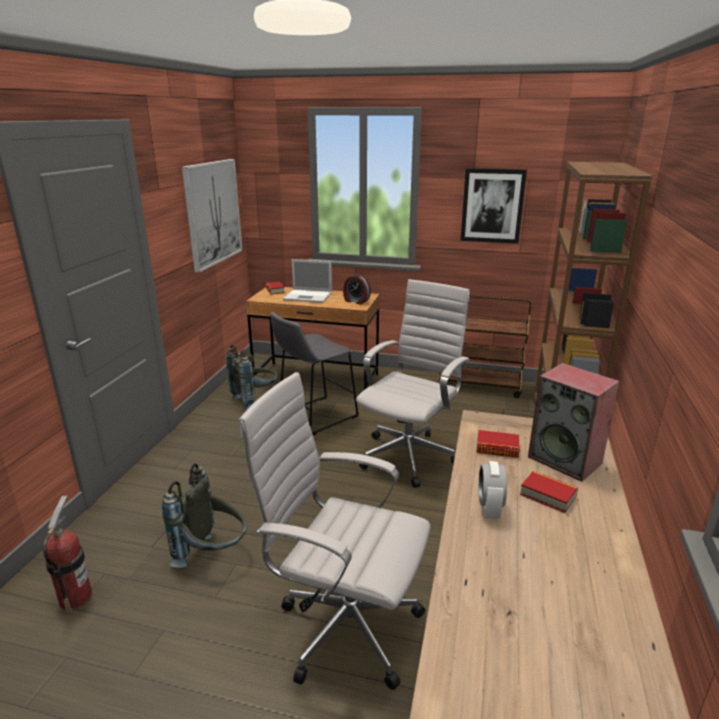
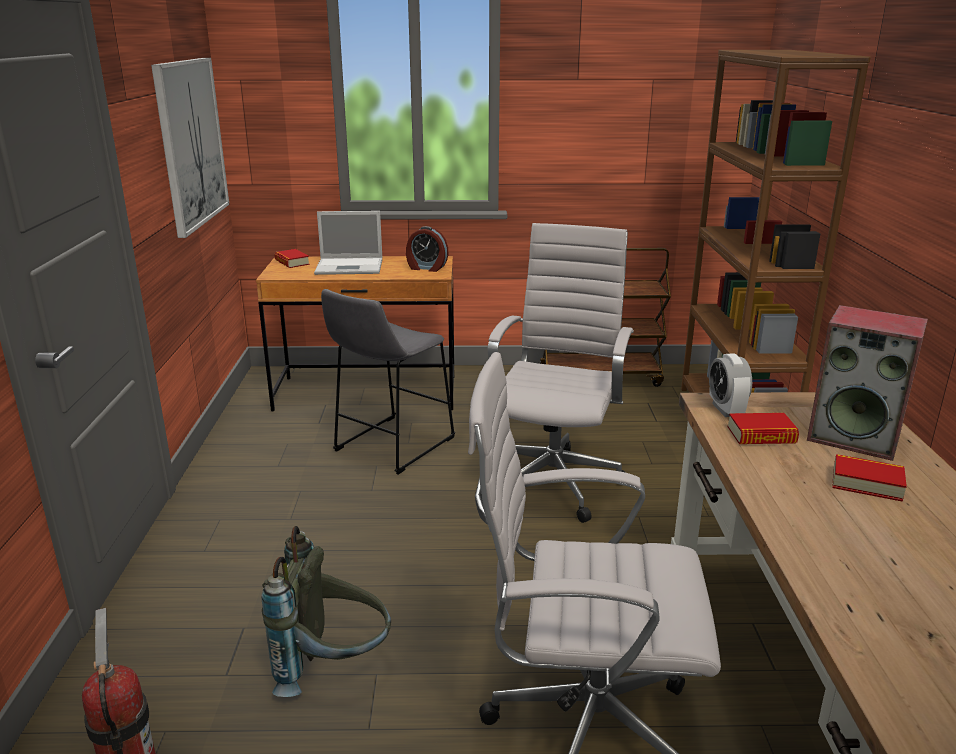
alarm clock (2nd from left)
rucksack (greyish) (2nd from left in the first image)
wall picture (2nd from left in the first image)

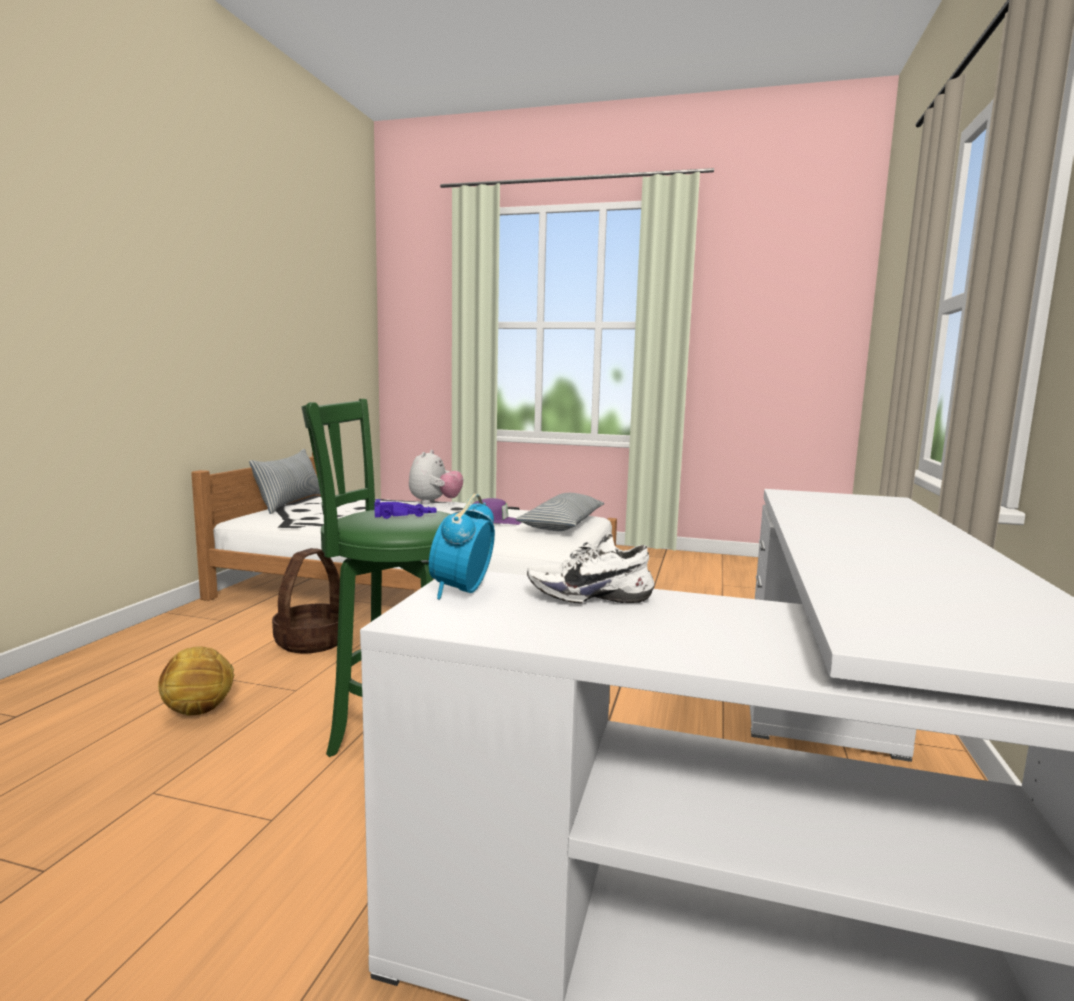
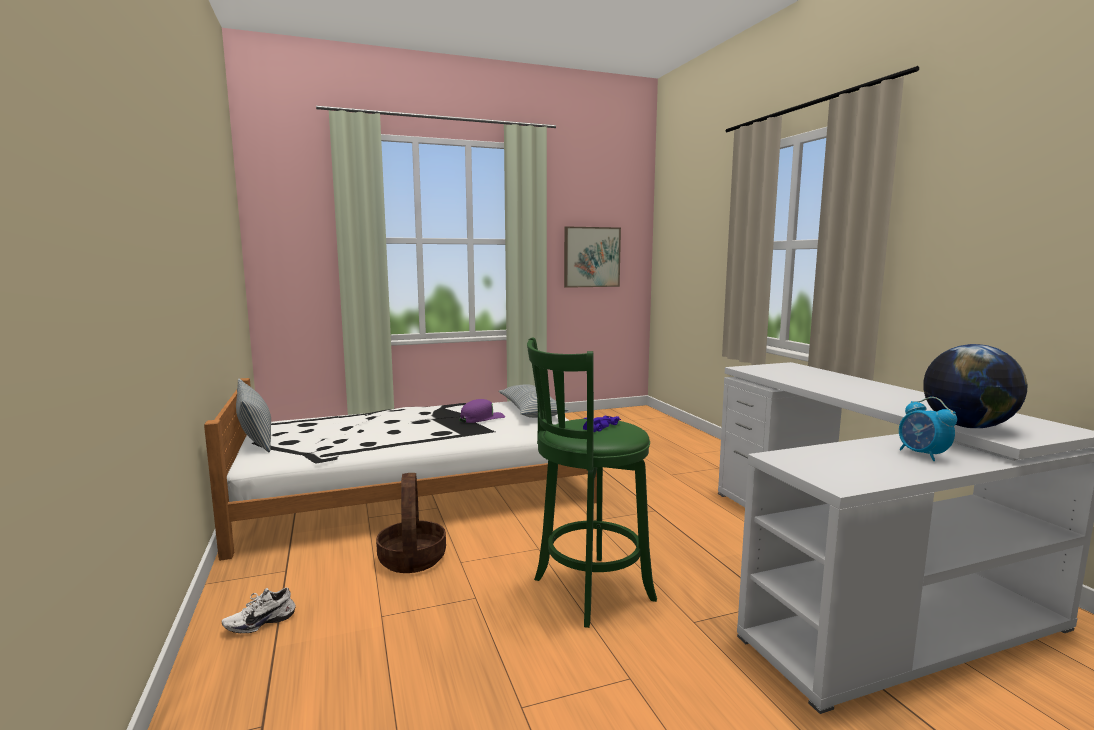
shoe (white-coloured)
wall picture
alarm clock
globe
football ball
plush toy

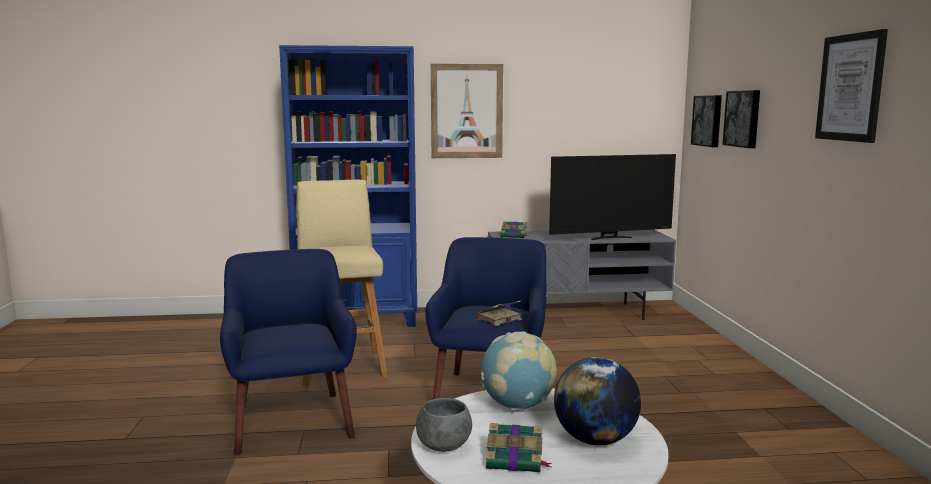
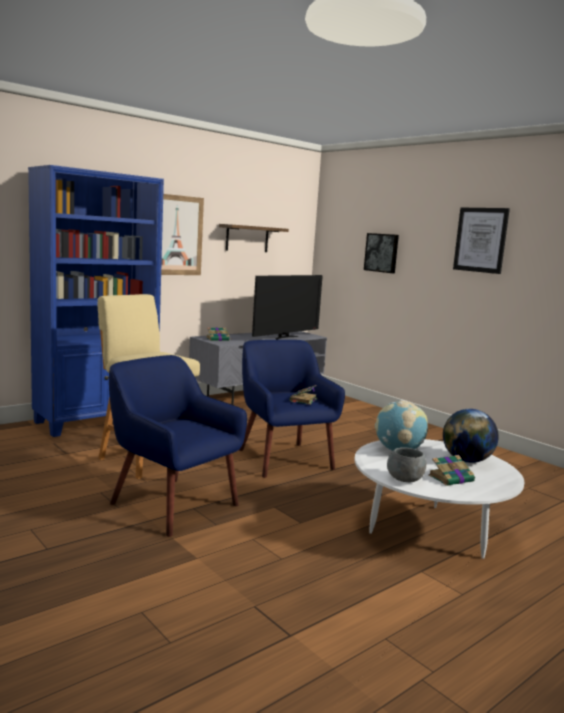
shelf
wall picture (2nd from left in the first image)

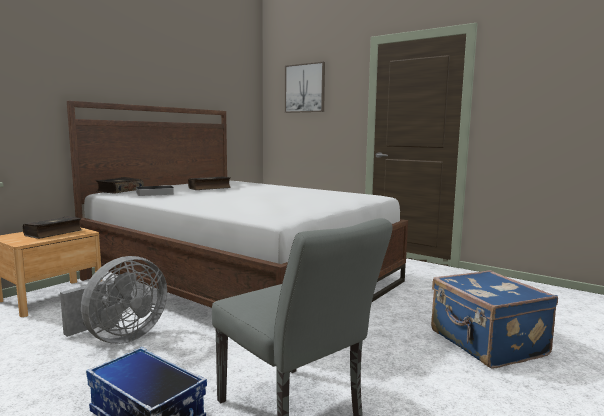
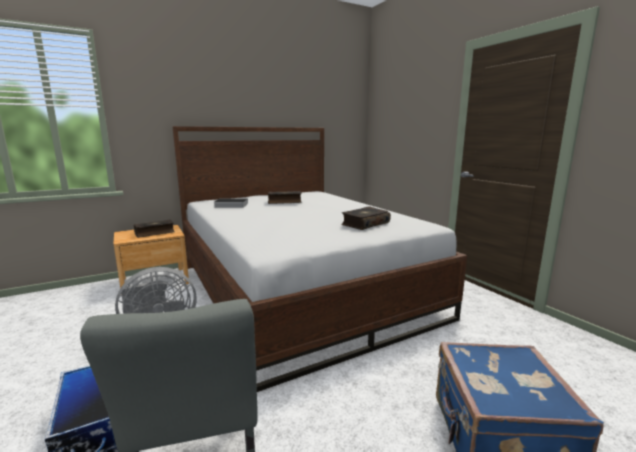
bound book (4th from left)
wall picture

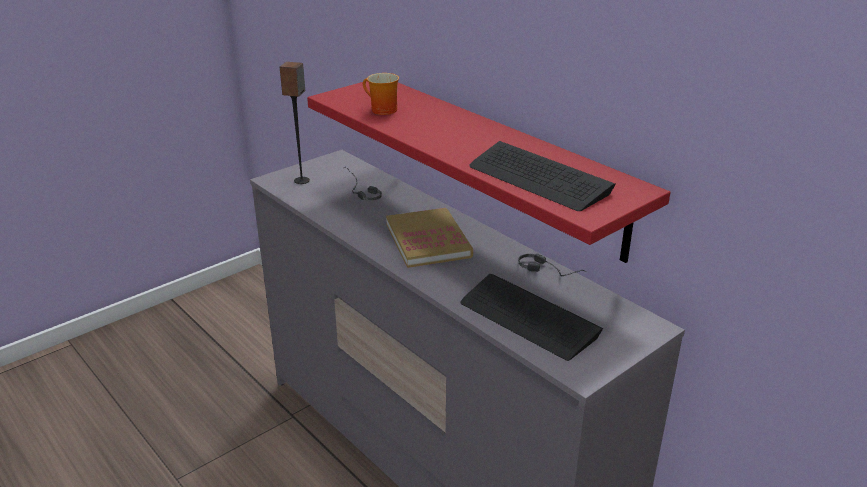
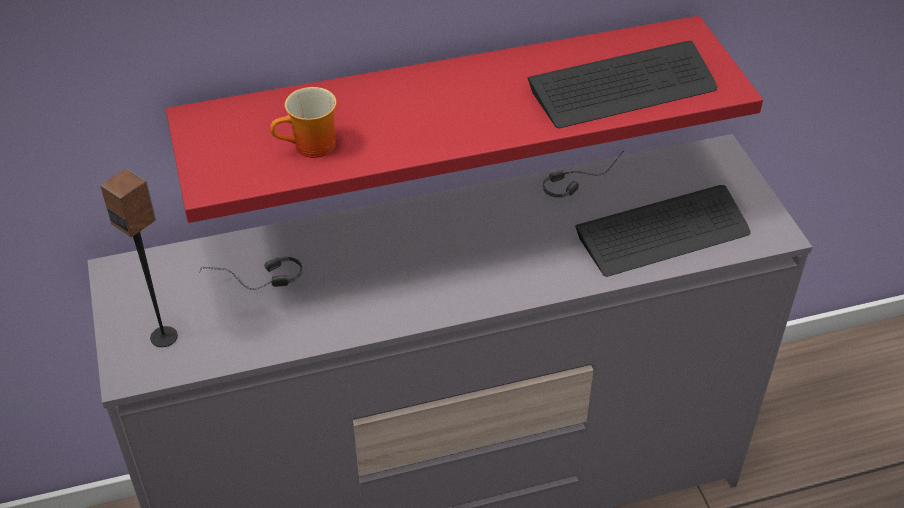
bound book

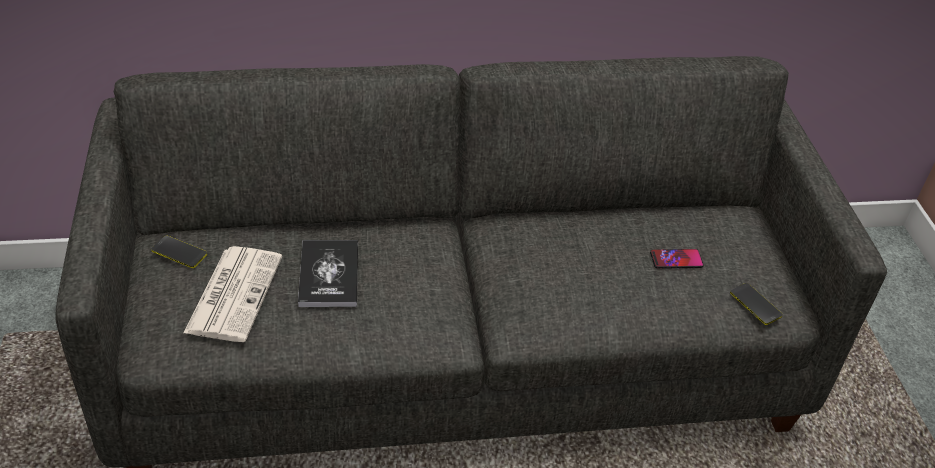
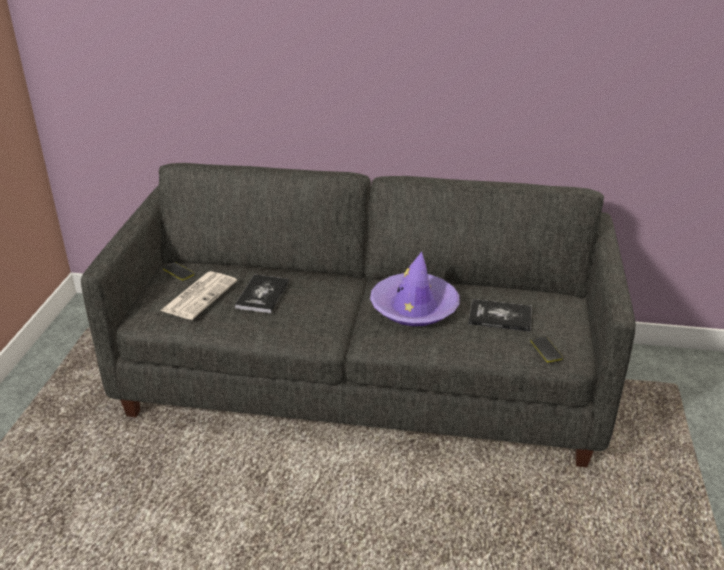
hat (purple-coloured)
bound book (2nd from left)

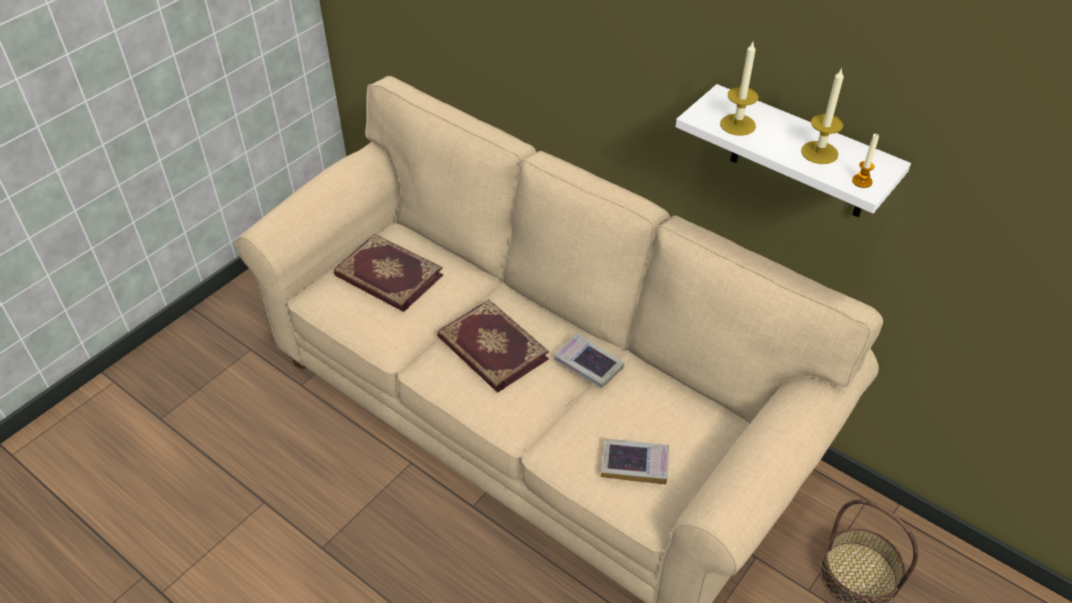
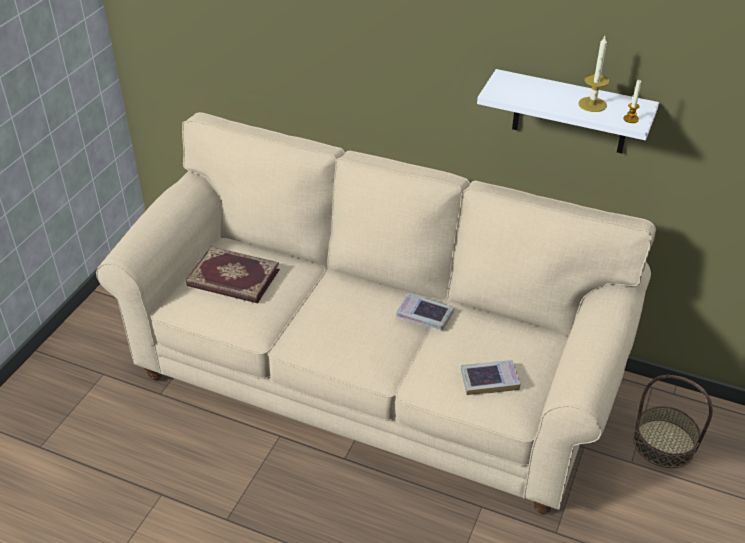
bound book (2nd from left in the first image)
wax candle (1st from left in the first image)

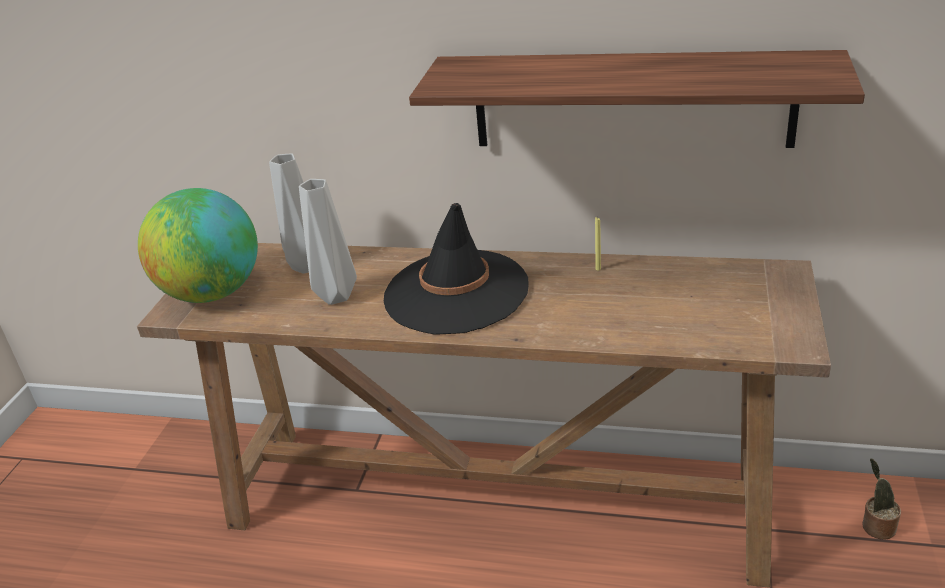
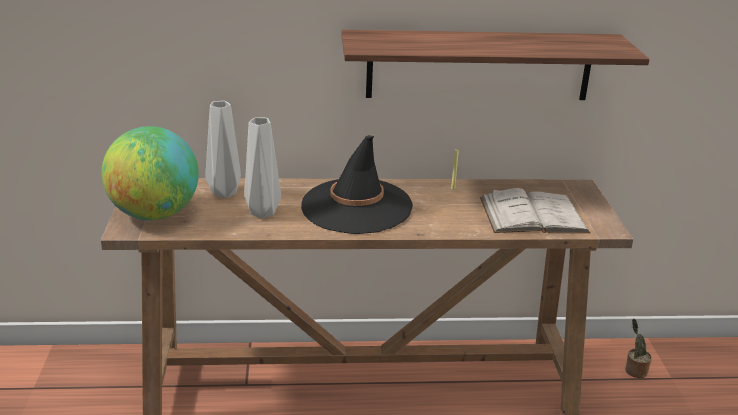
bound book (white-coloured)

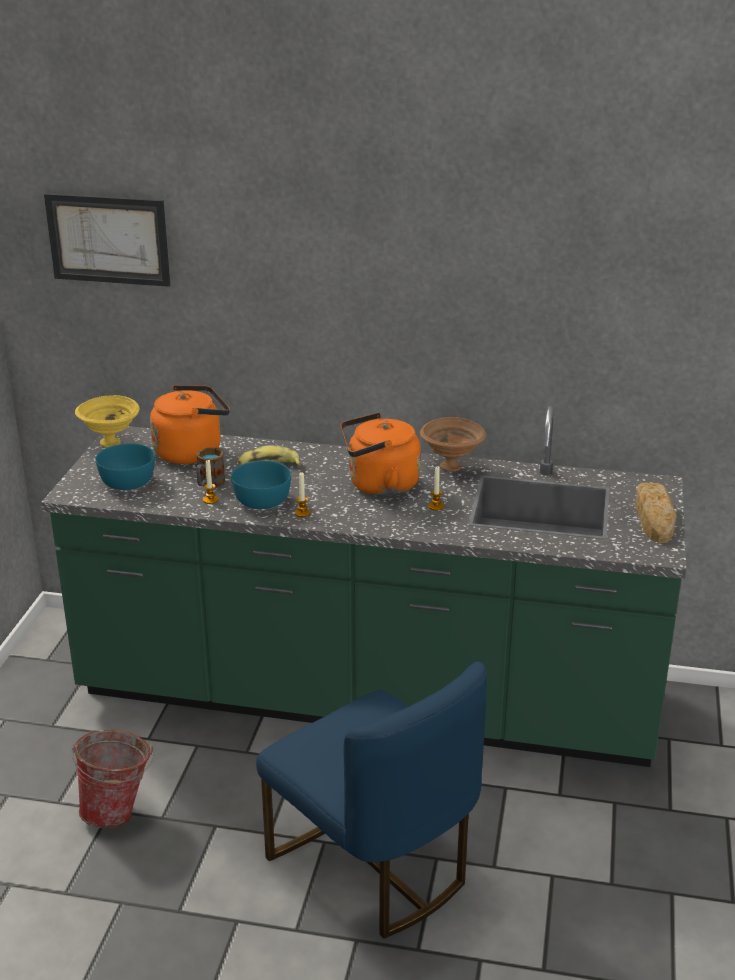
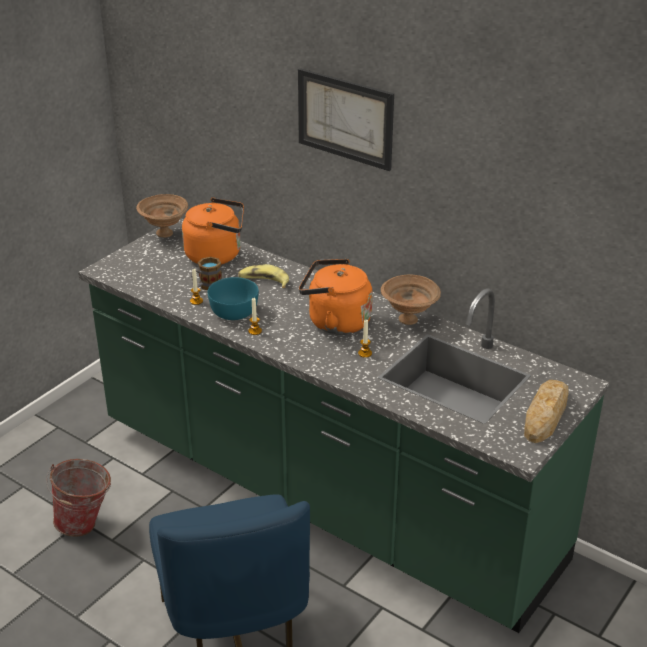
serving bowl (brown) (1st from left)
wall picture
serving bowl (blue-green) (1st from left in the first image)

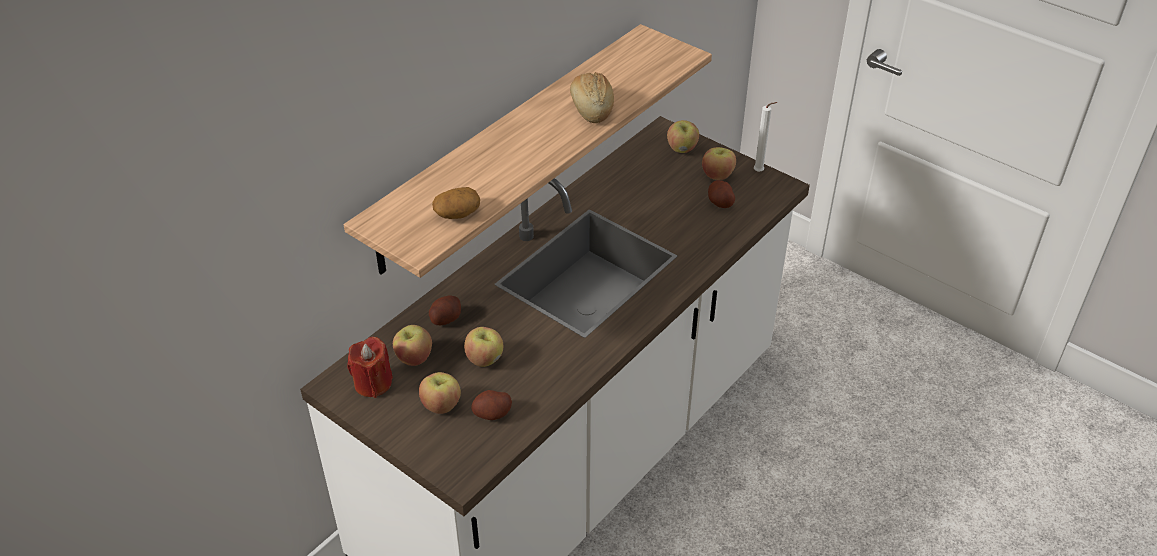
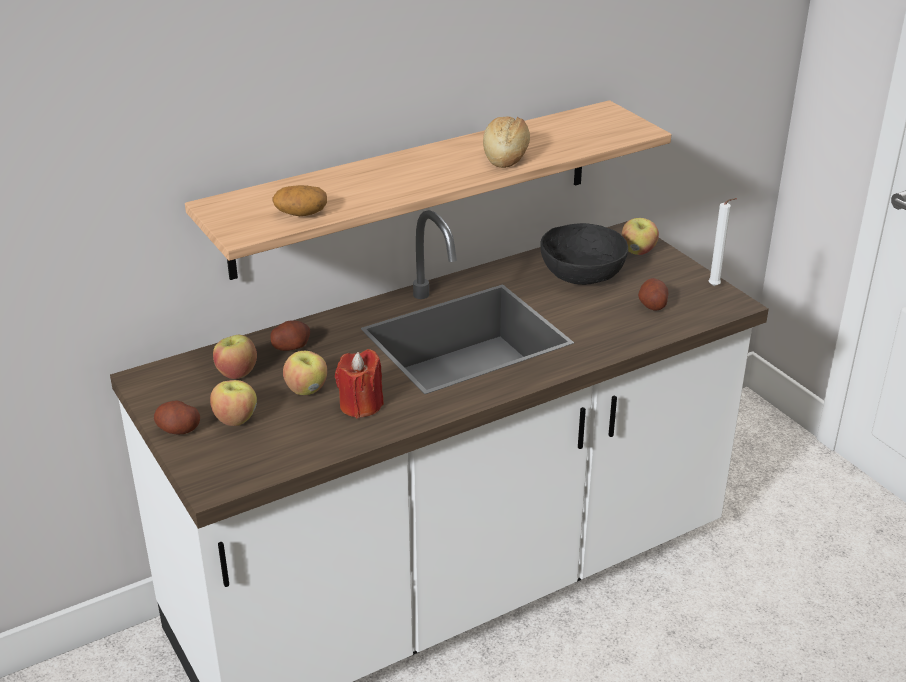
potato (1st from left)
wax candle (red)
serving bowl (blackish)
apple (5th from left in the first image)

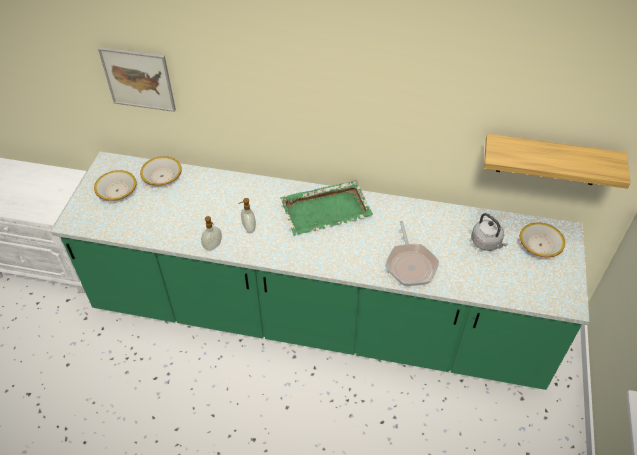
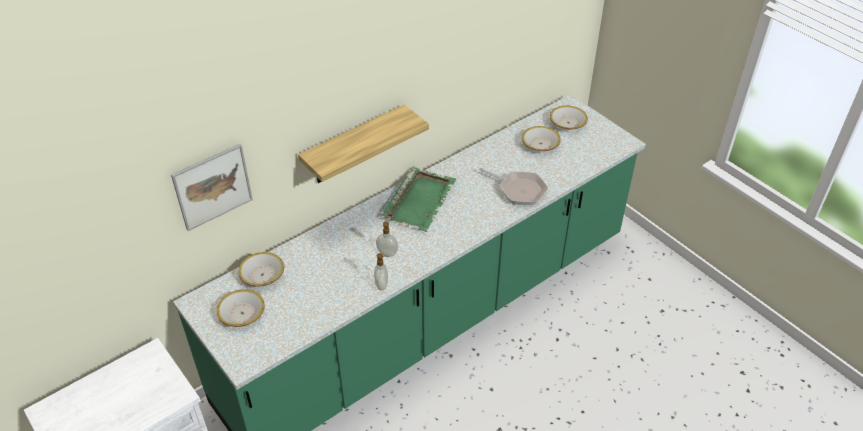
shelf
serving bowl (3rd from left)

